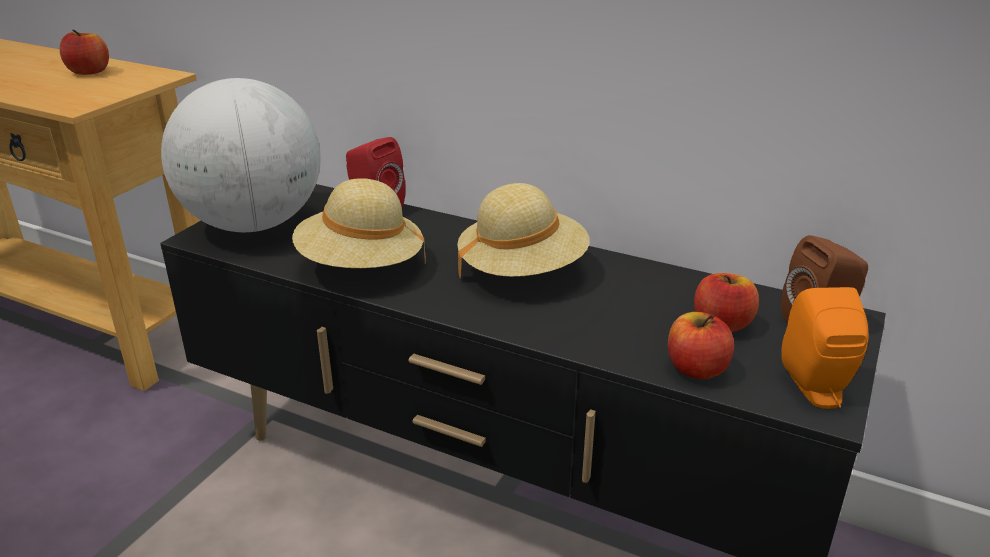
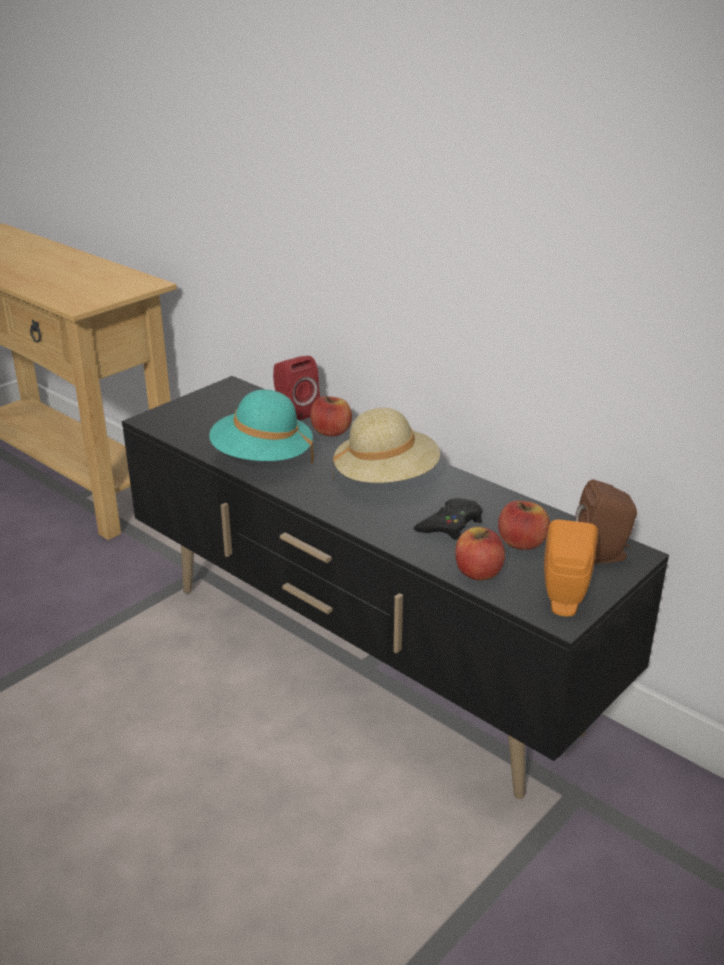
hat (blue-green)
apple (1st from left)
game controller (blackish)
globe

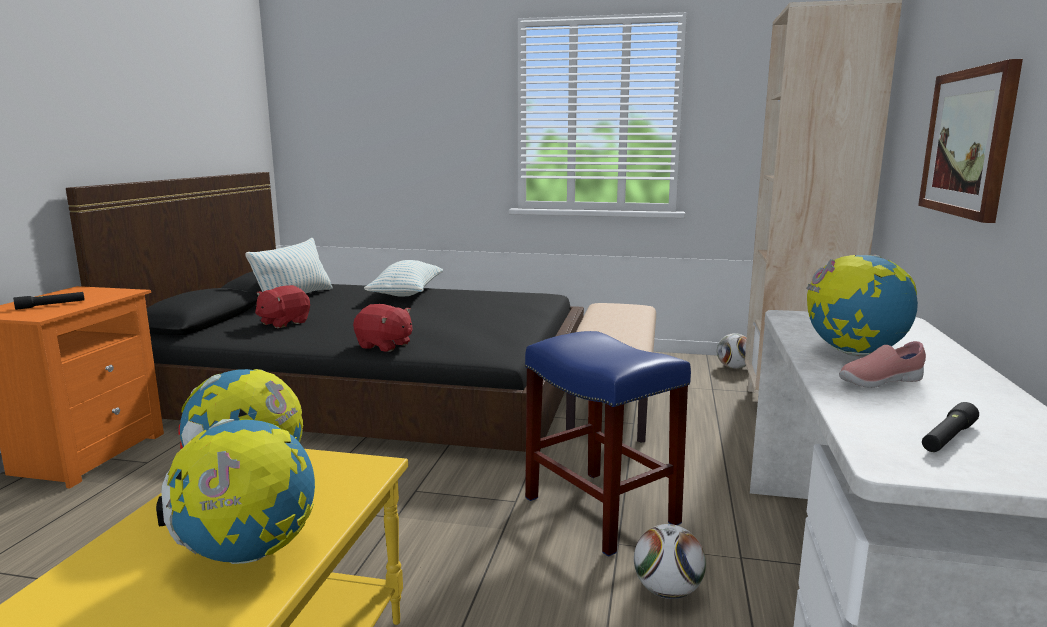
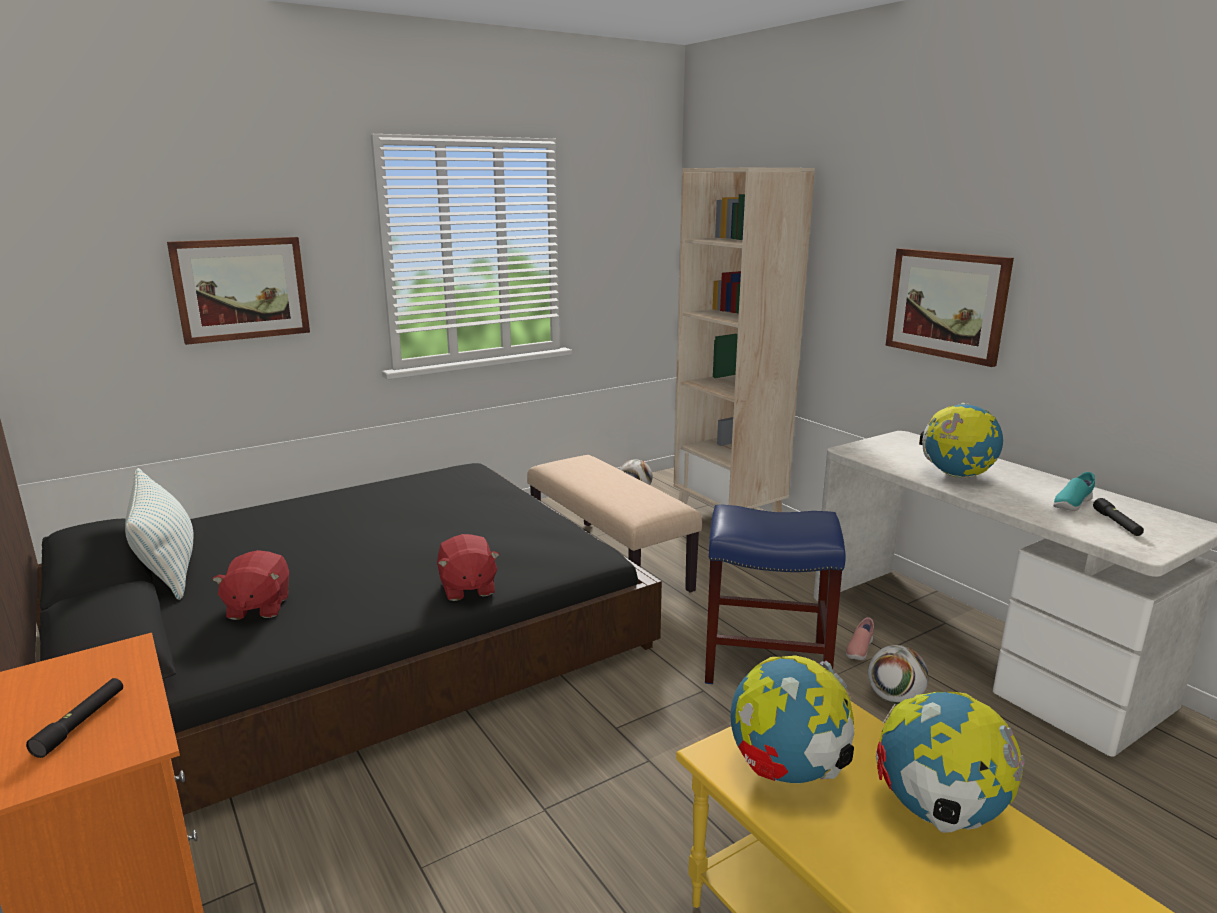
wall picture (1st from left)
plush toy (red) (2nd from left)
shoe (pinkish)
shoe (blue-green)
pillow (2nd from left in the first image)

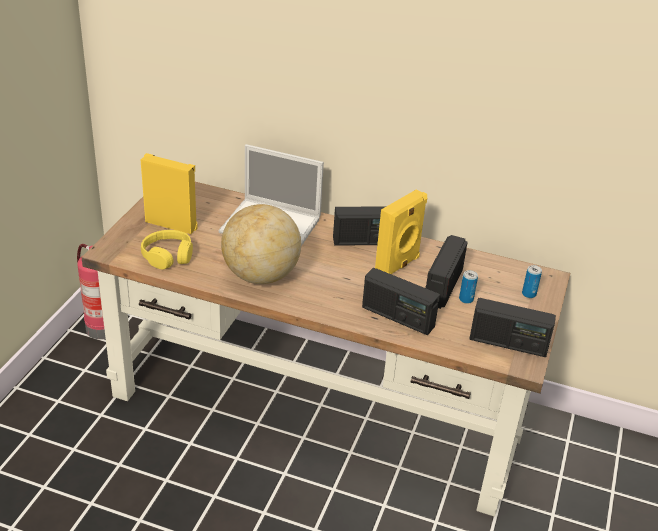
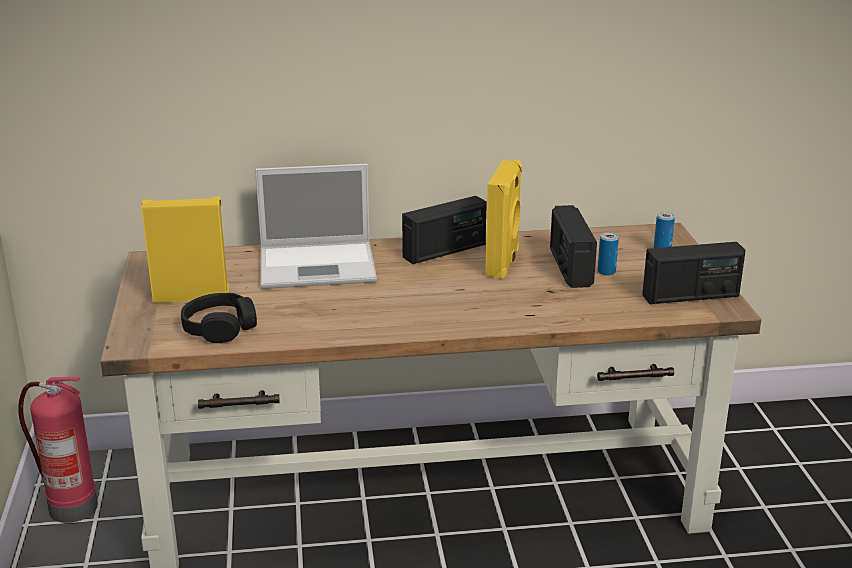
headphones (blackish)
globe
radio receiver (2nd from left in the first image)

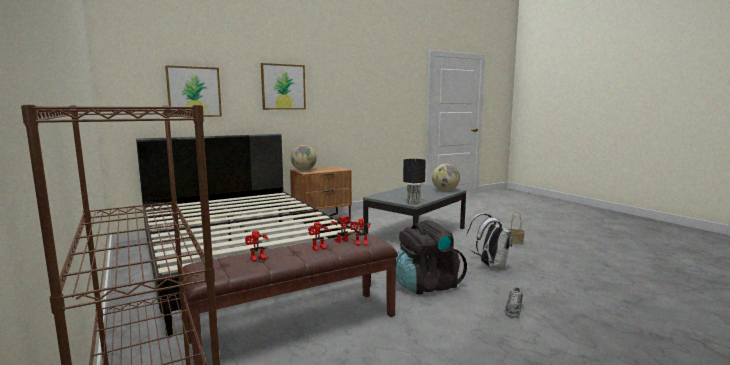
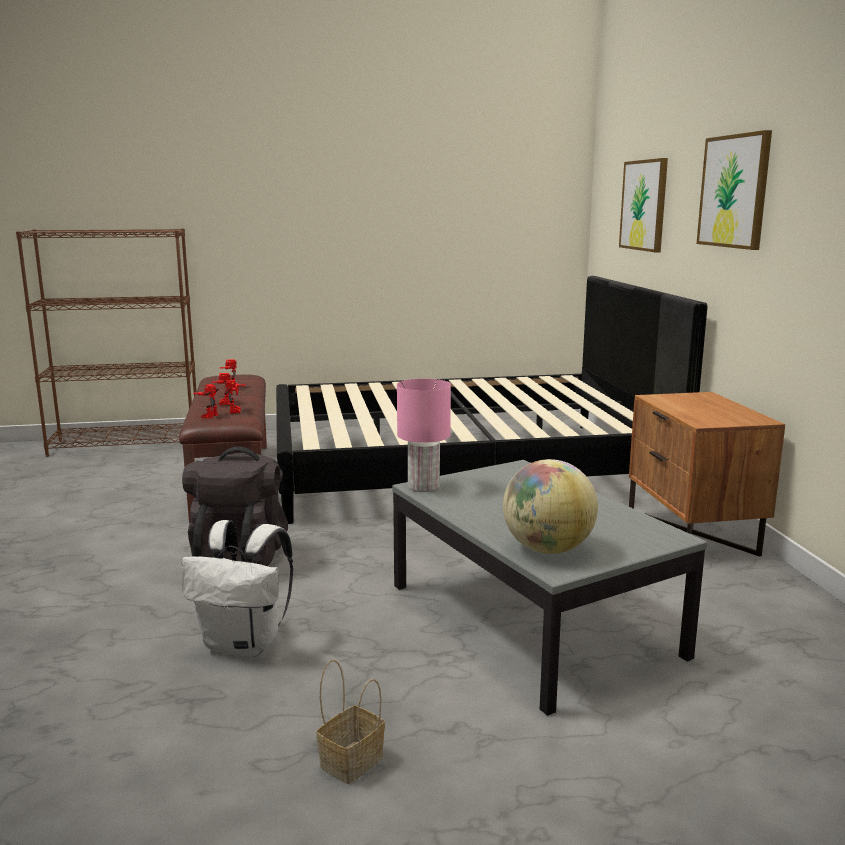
lamp for a table (pinkish)
globe (1st from left in the first image)
shoe

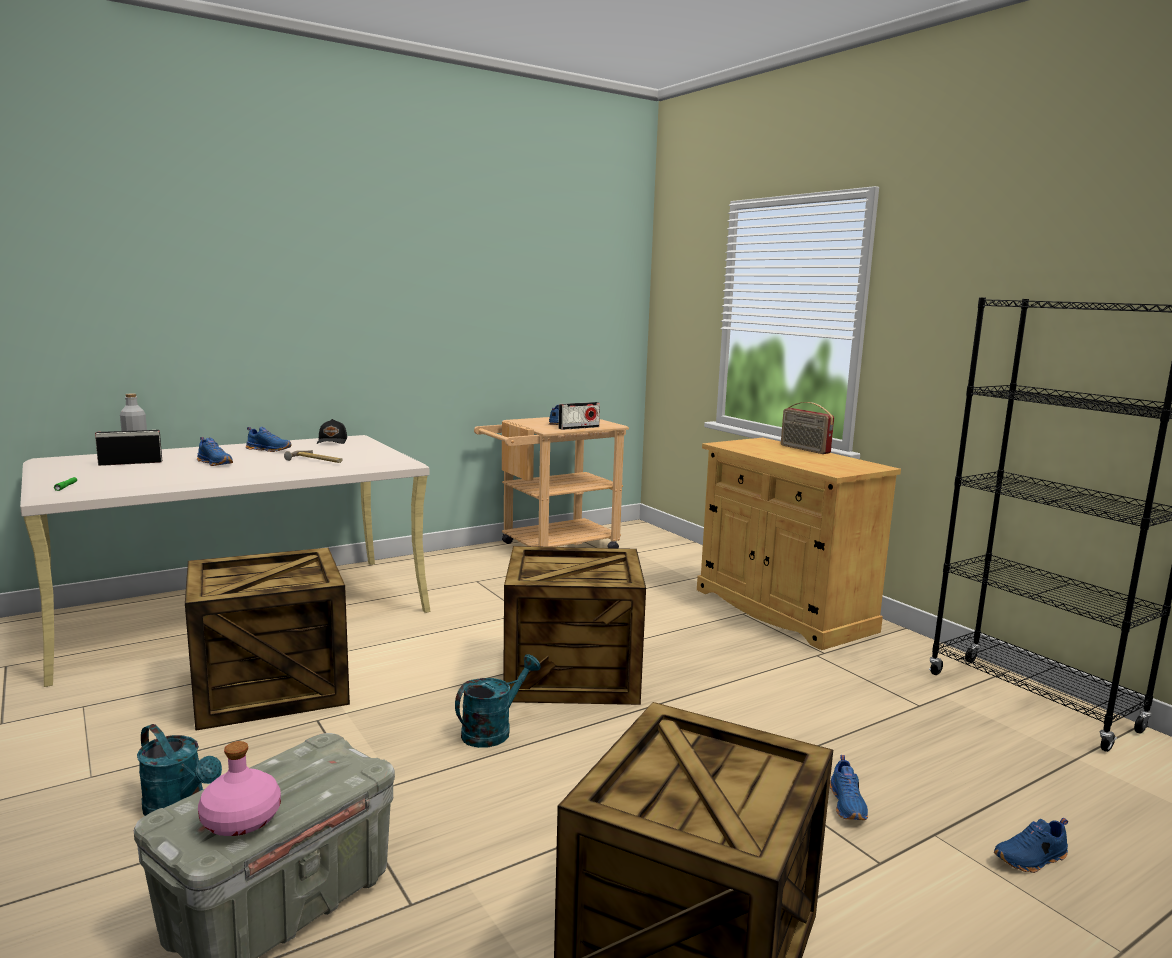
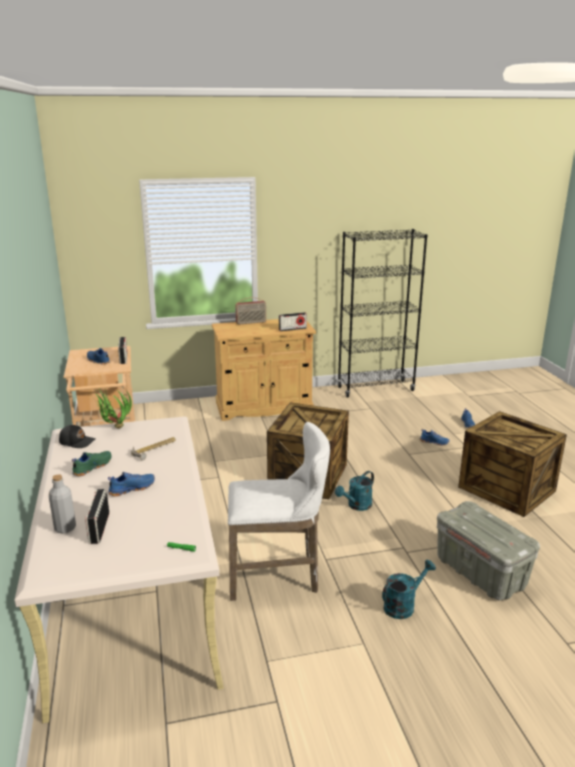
shoe (green)
houseplant
sitting stool (white-coloured)
radio receiver (4th from left)
watering can (blue-green) (1st from left)
drink bottle (pinkish)

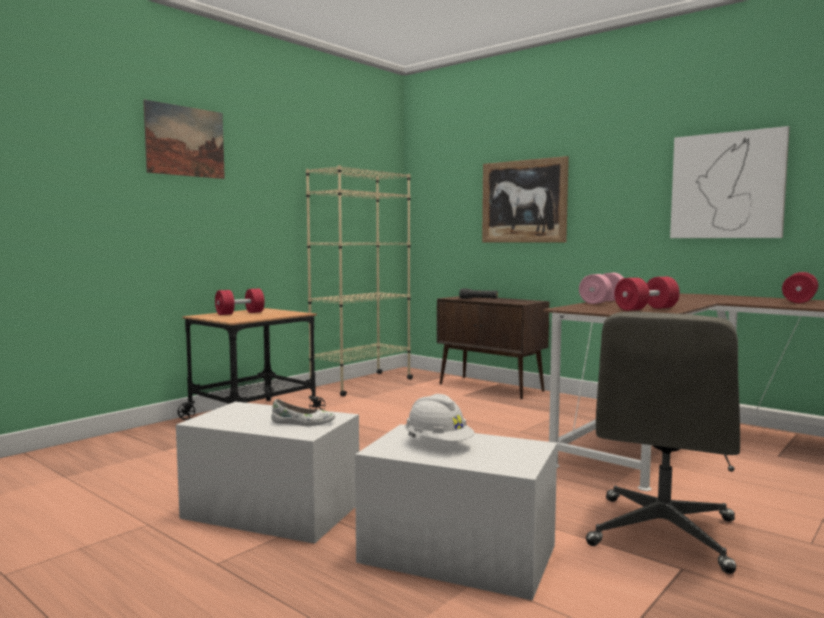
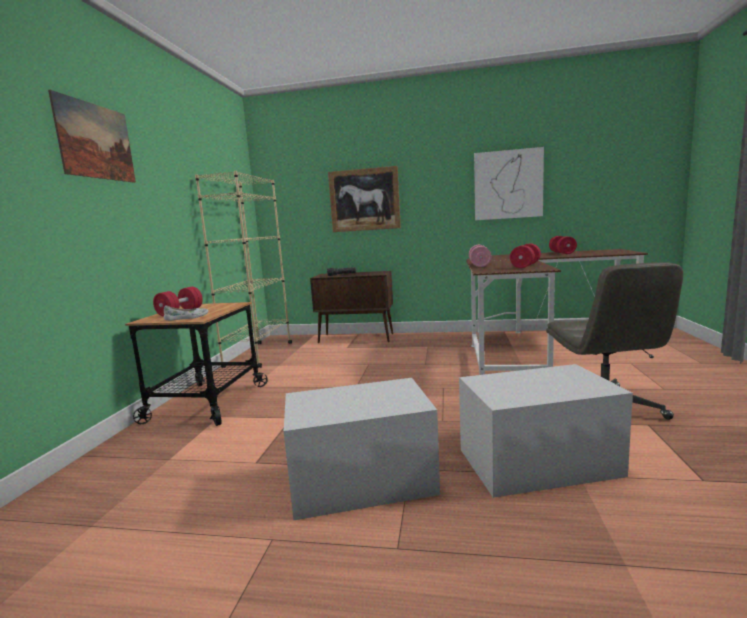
shoe (white-coloured)
work helmet (white-coloured)

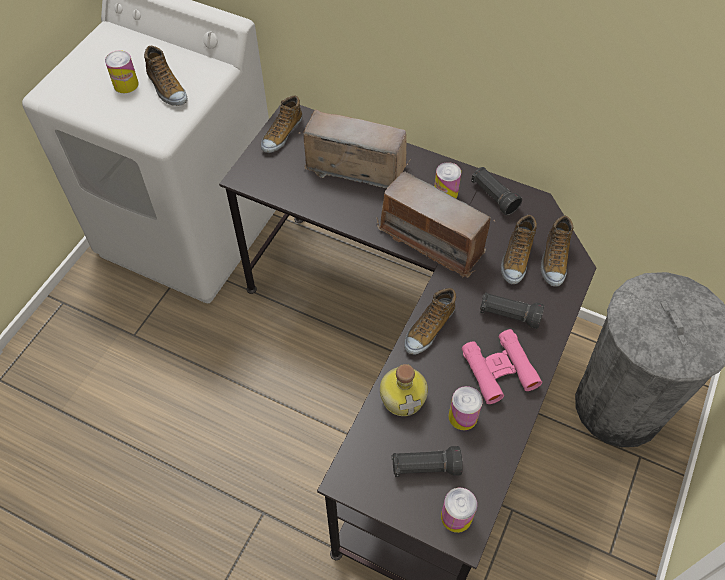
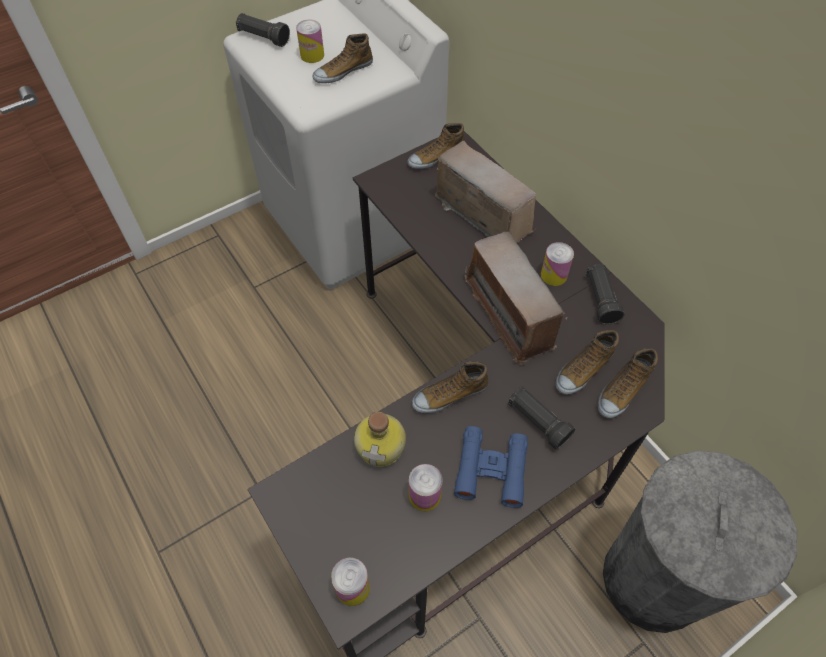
torch (blackish) (1st from left)
shoe (1st from left)
pair of binoculars (blue)

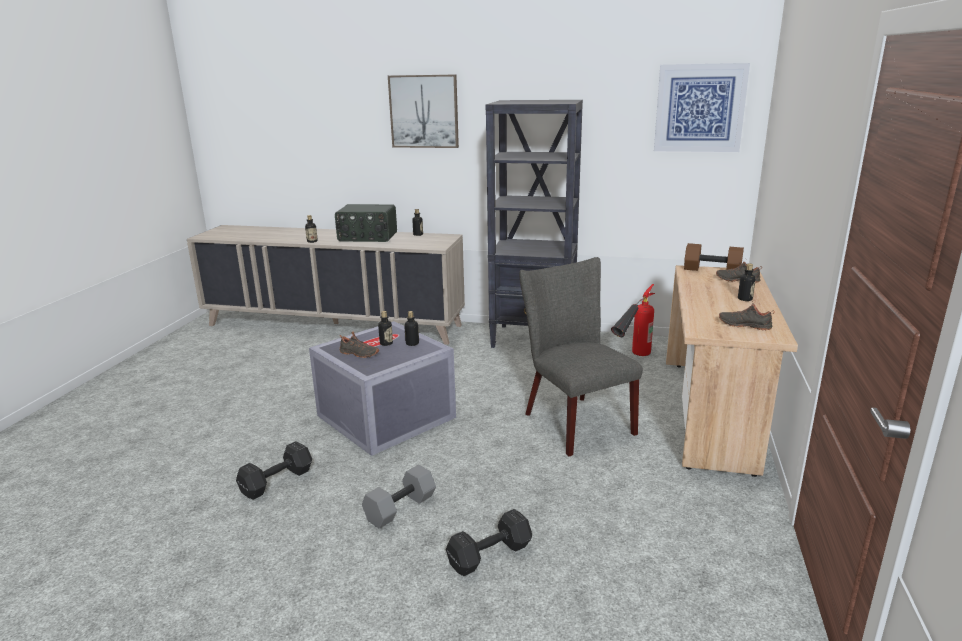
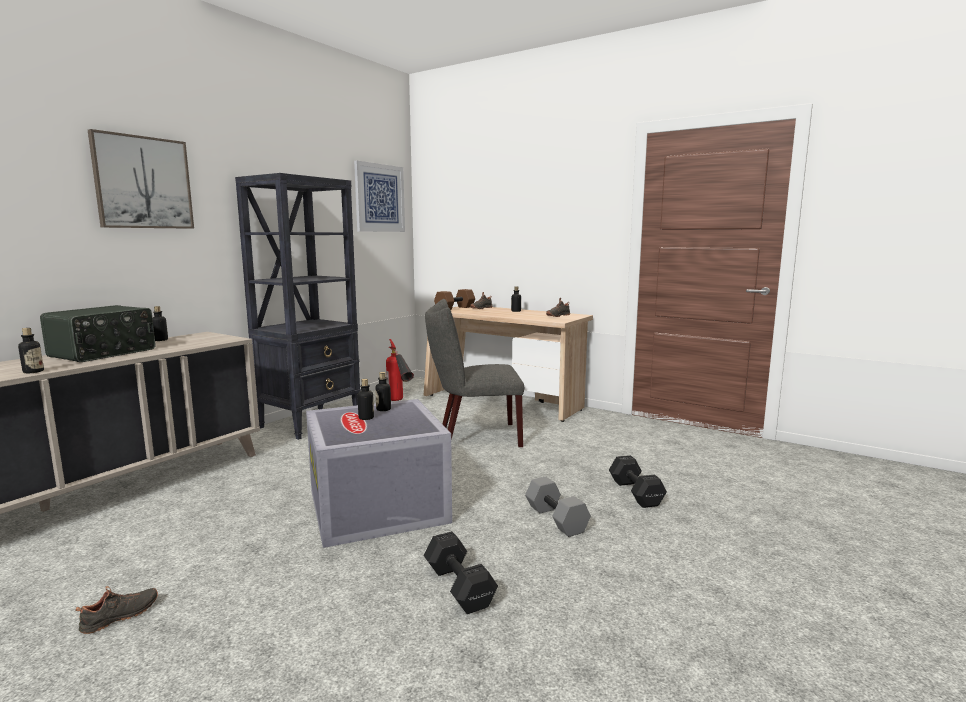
shoe (blackish) (1st from left)

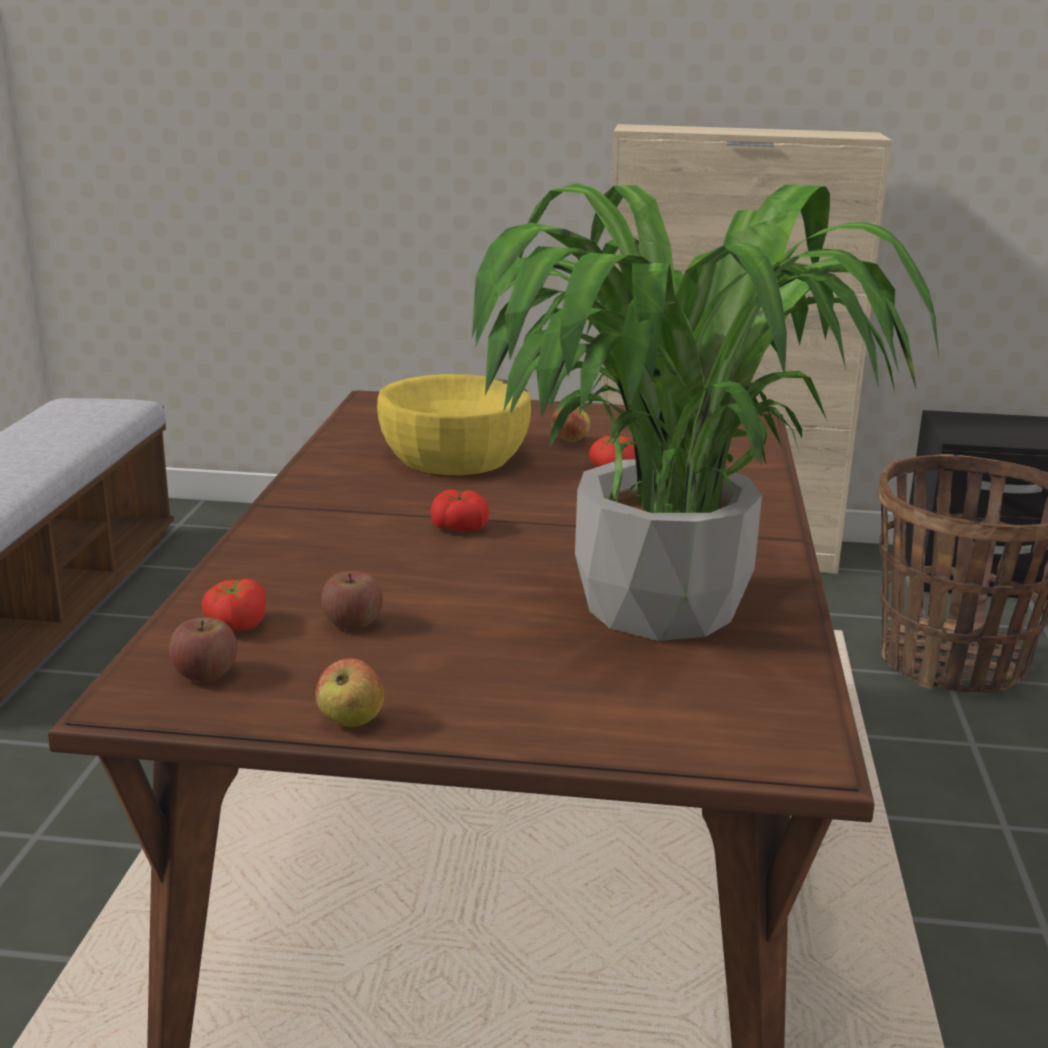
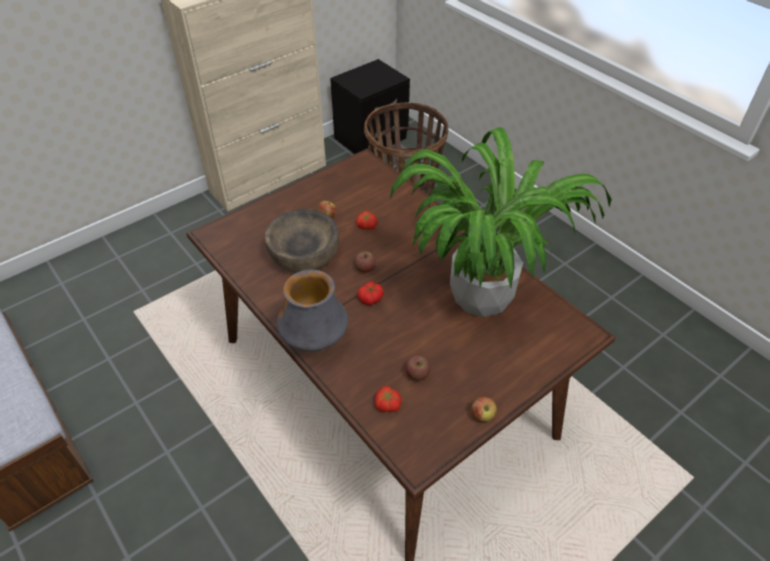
serving bowl (brown)
vase
apple (2nd from left)

